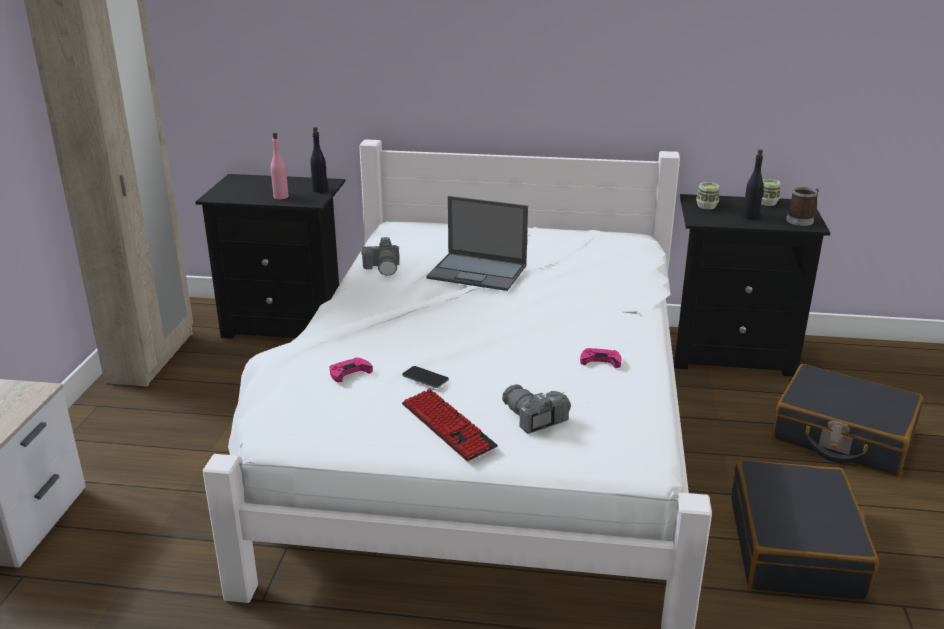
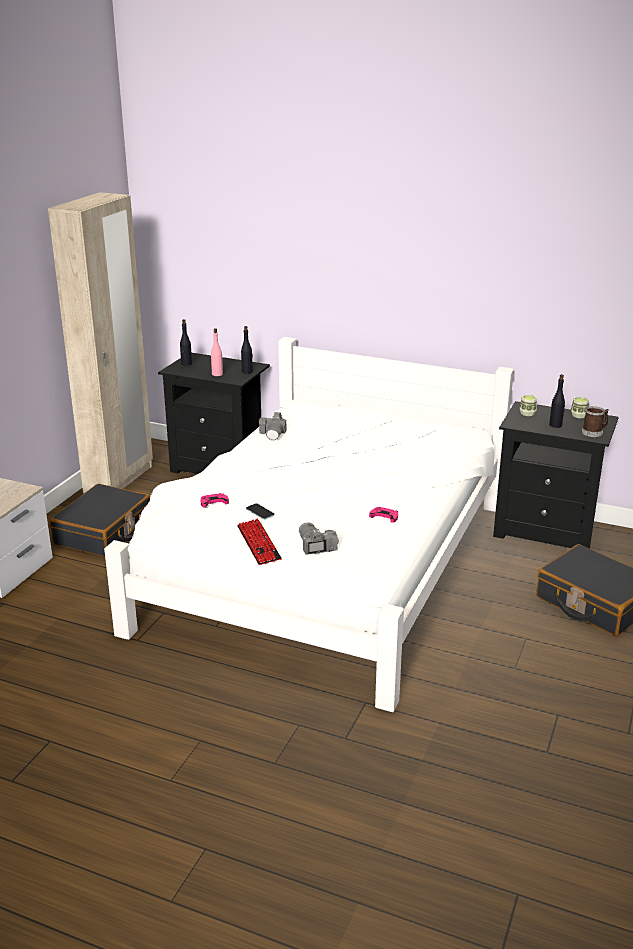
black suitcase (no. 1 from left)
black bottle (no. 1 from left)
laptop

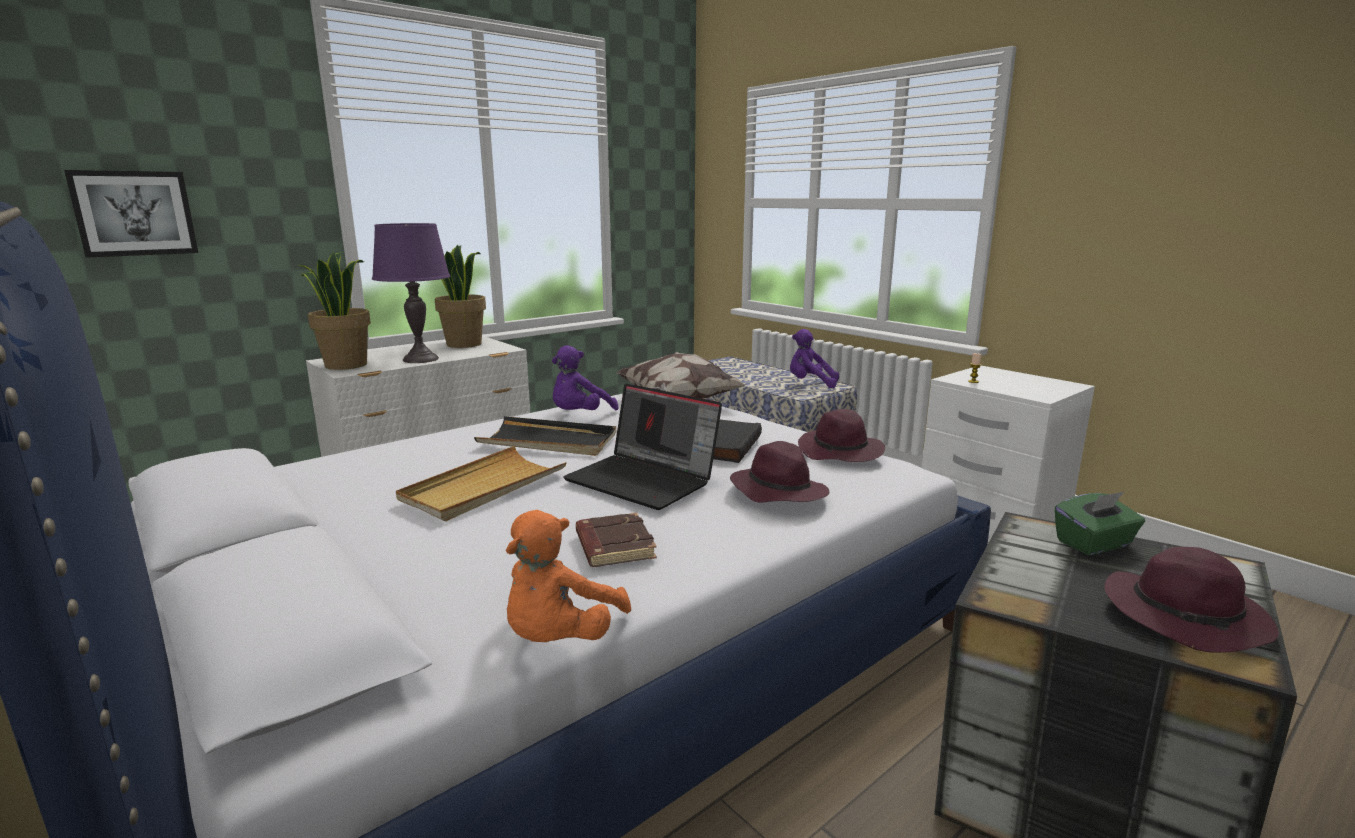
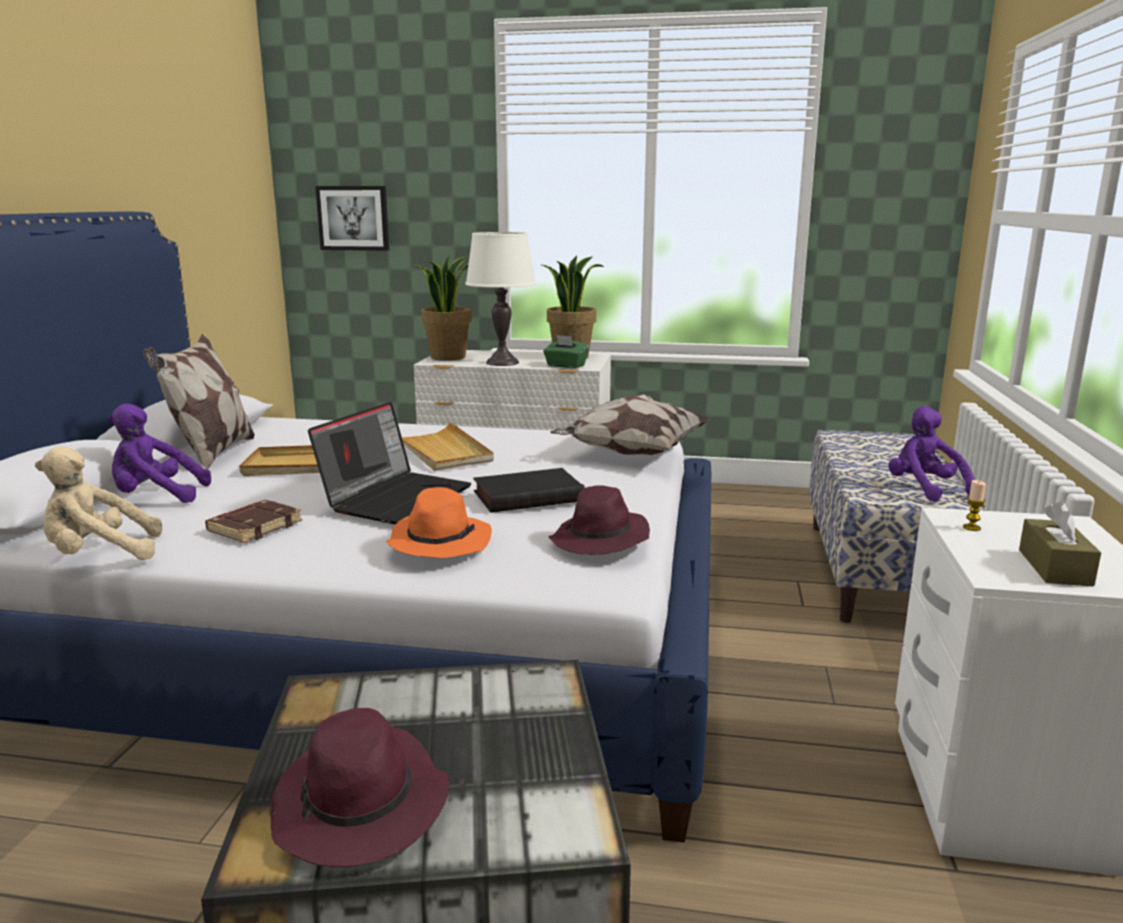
beige plush toy
purple plush toy (no. 1 from left)
pillow (no. 1 from left)
laptop
orange hat
beige tray (no. 2 from left)
white table lamp
green tissue box
brown tissue box

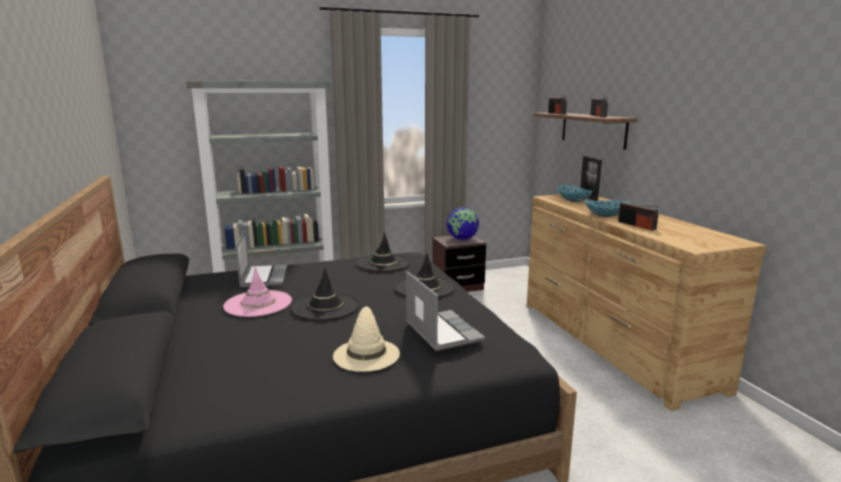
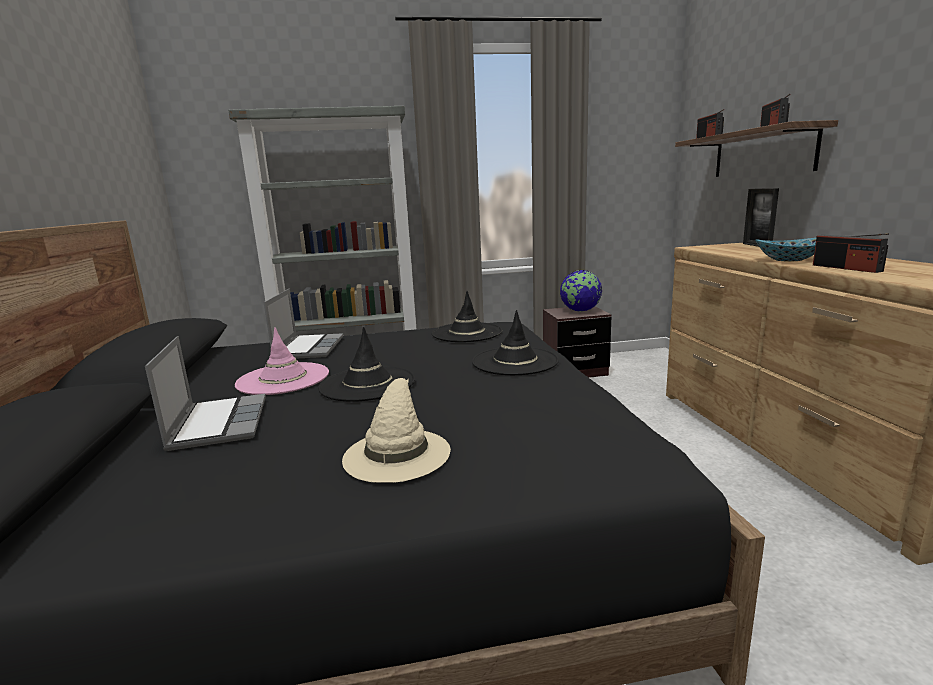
laptop (no. 1 from left)
bowl (no. 1 from left in the first image)

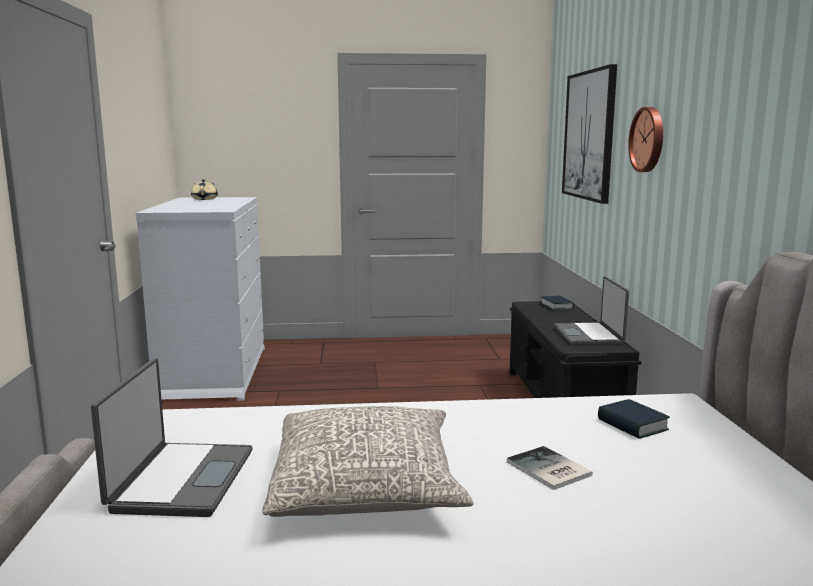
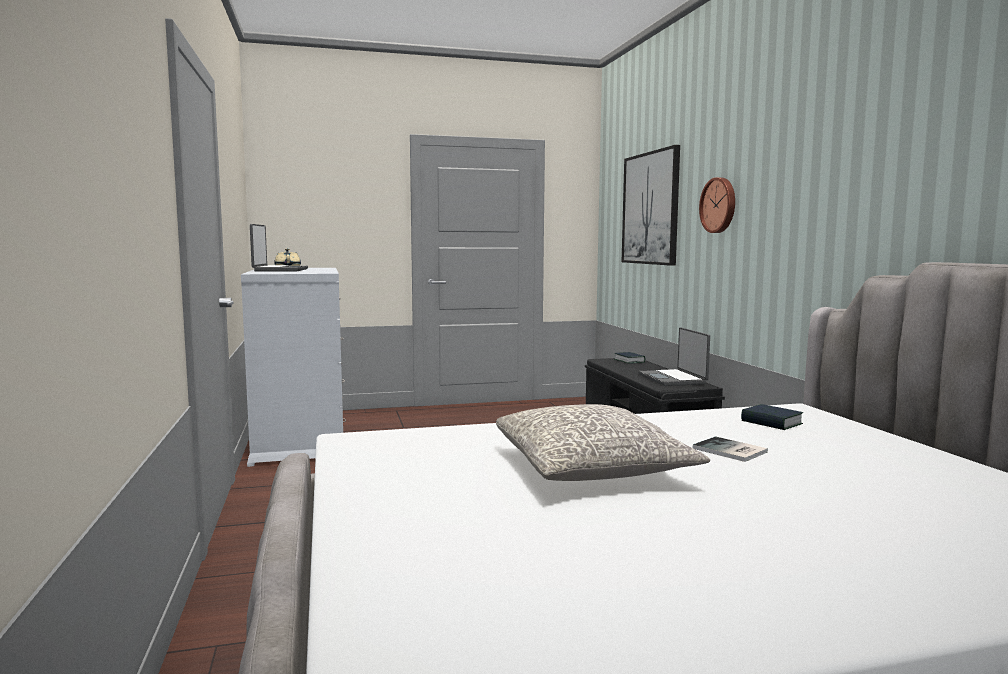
laptop (no. 1 from left)

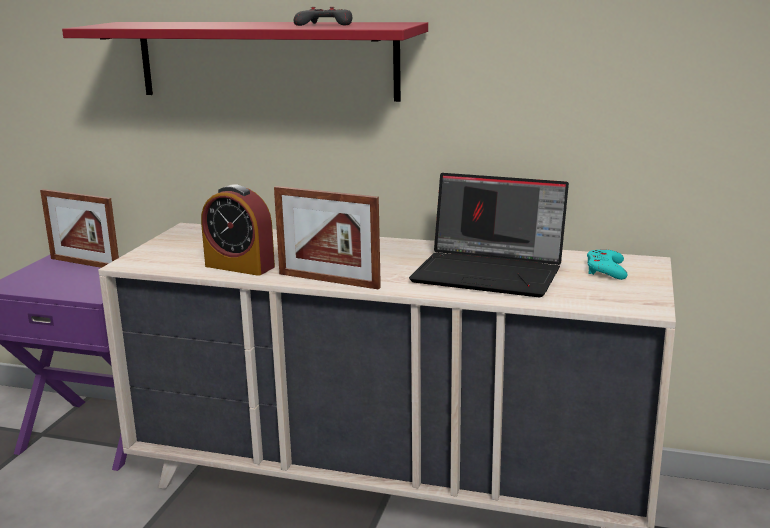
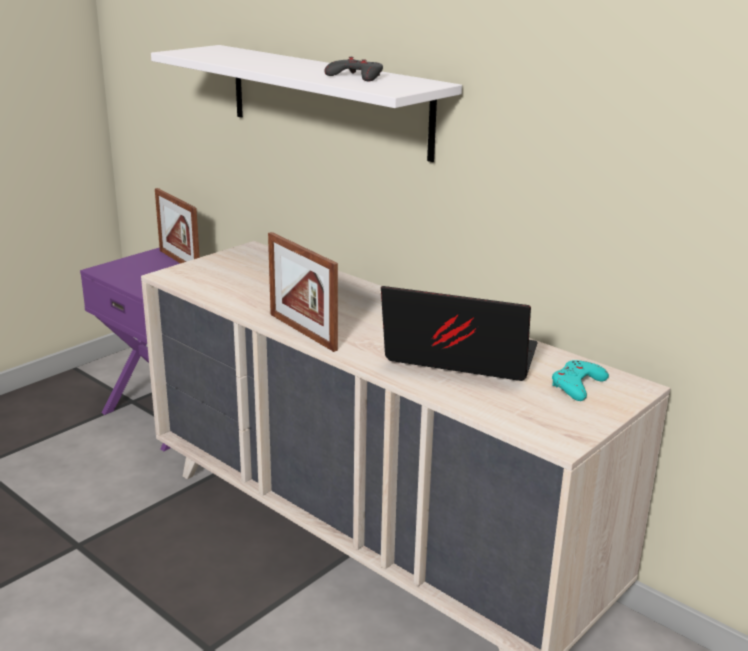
white shelf
laptop
alarm clock

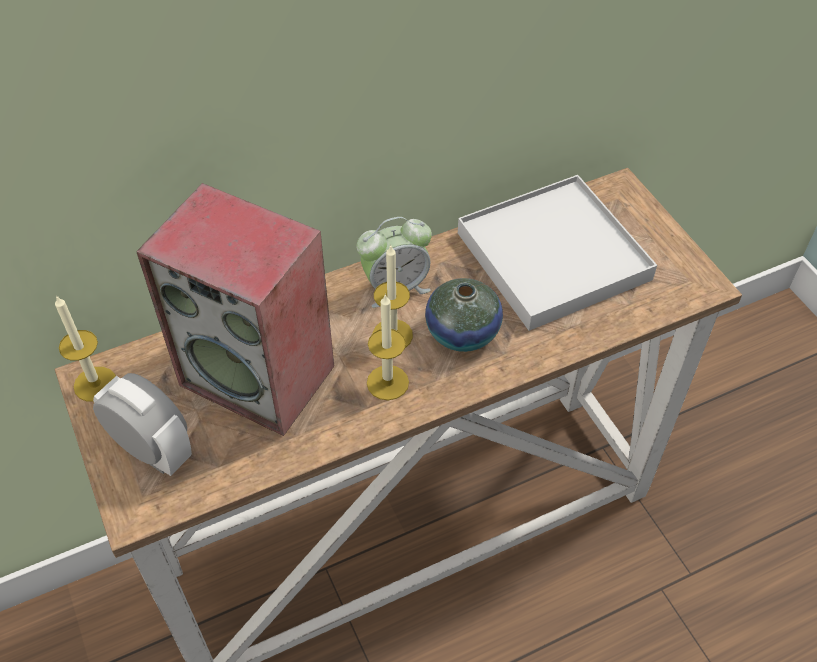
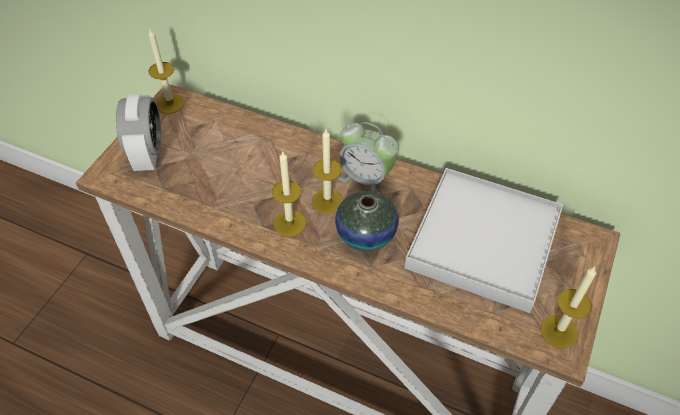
candle (no. 4 from left)
speaker

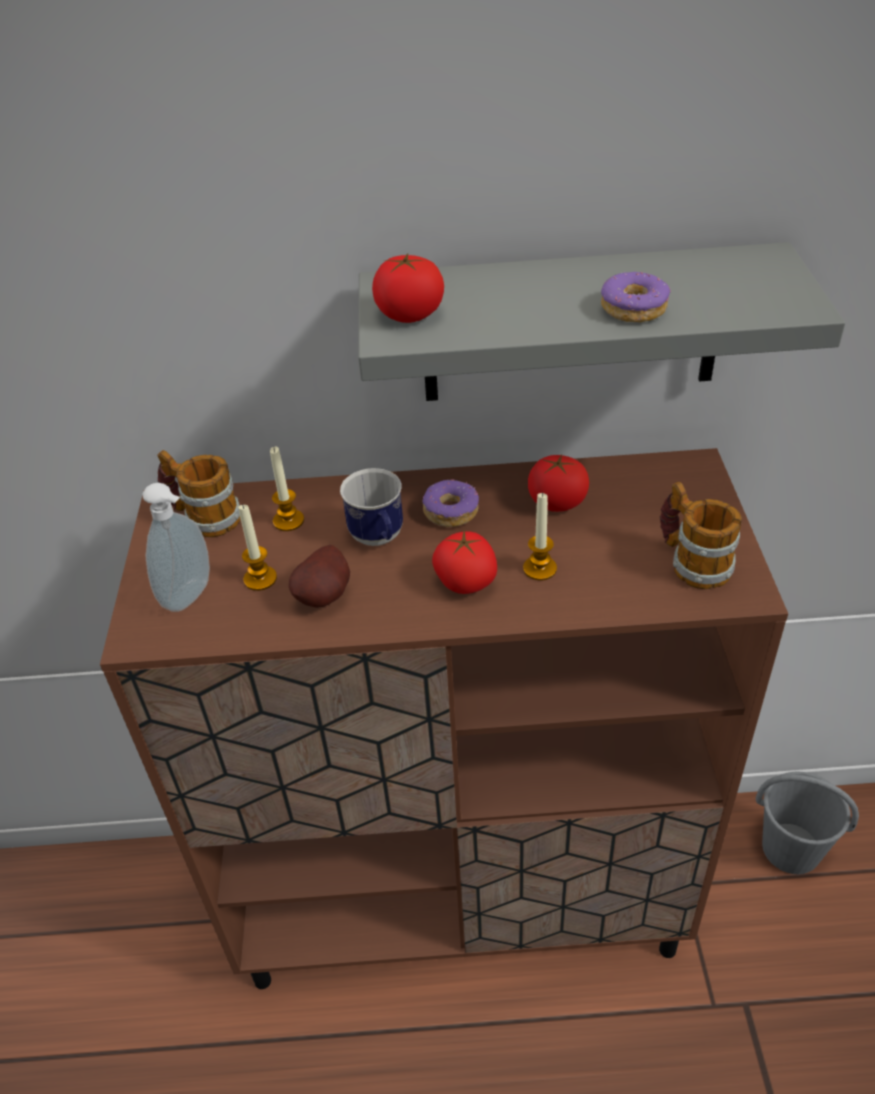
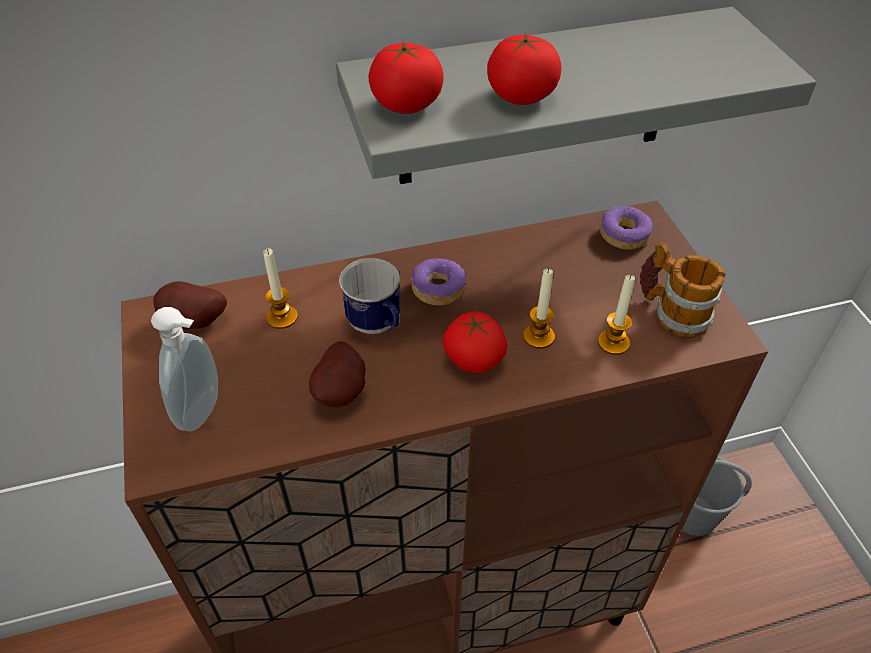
potato (no. 1 from left)
tomato (no. 3 from left)
candle (no. 3 from left)
donut (no. 2 from left)

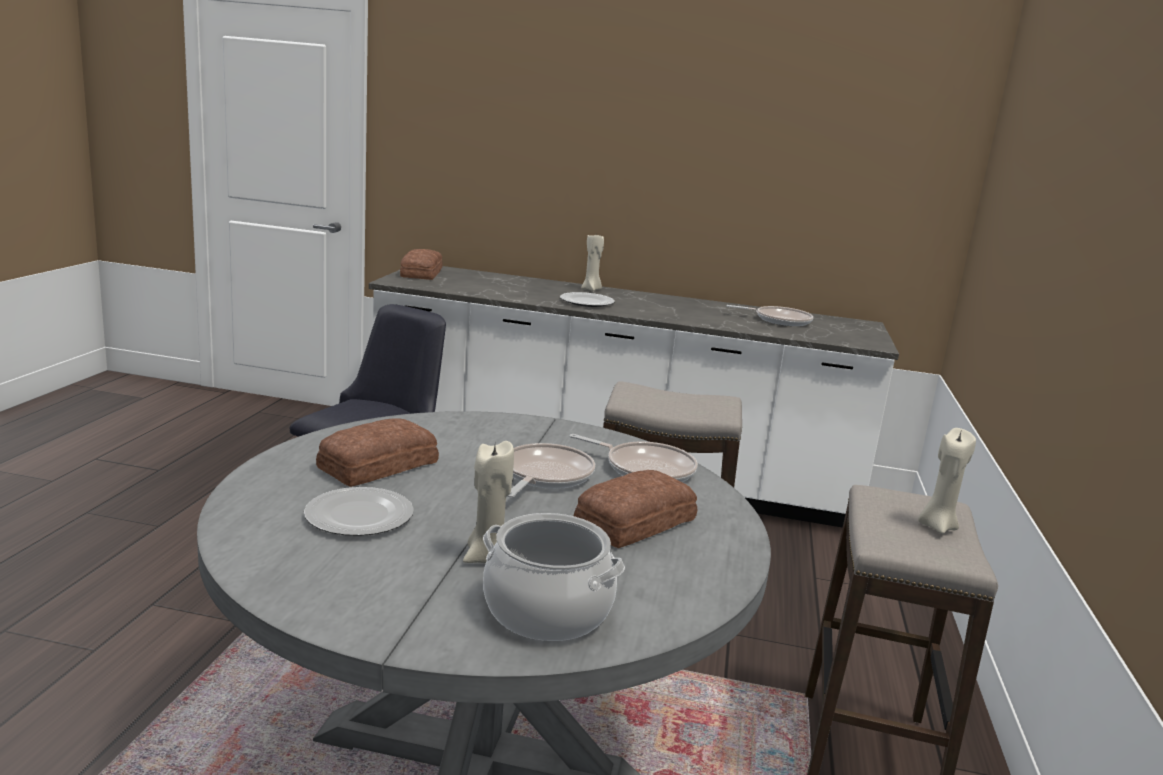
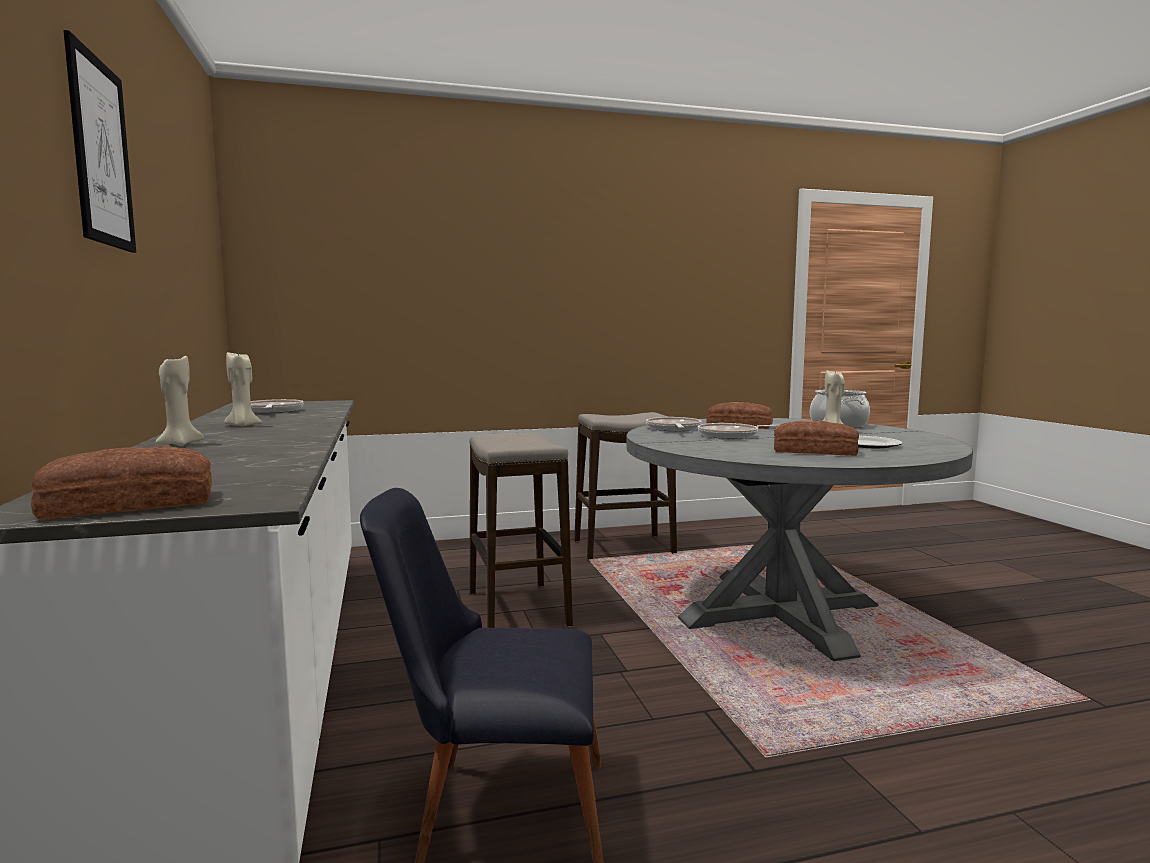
picture
beige candle (no. 2 from left)
plate (no. 2 from left in the first image)

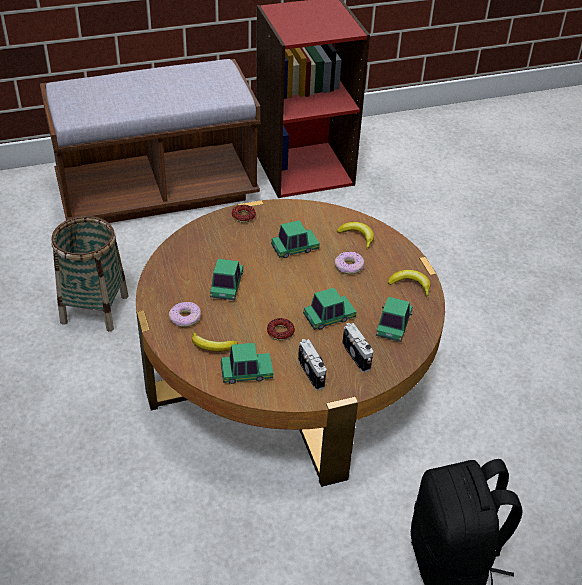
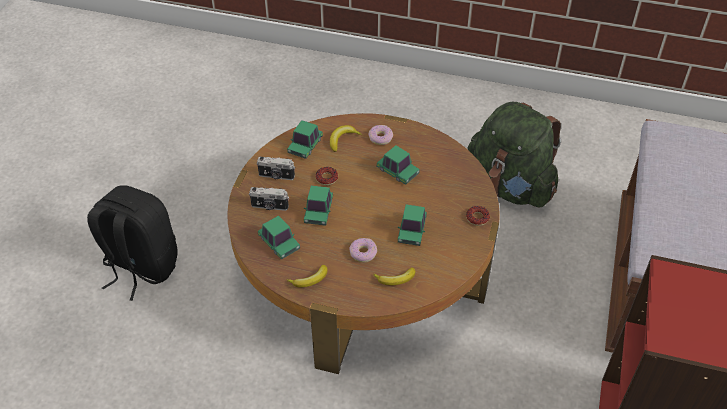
green backpack

